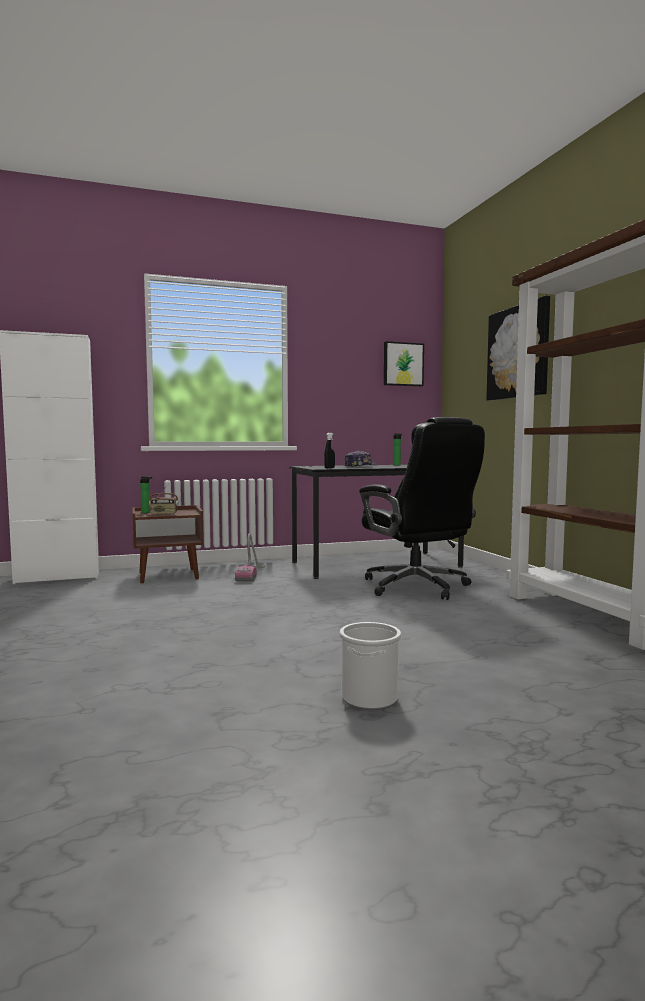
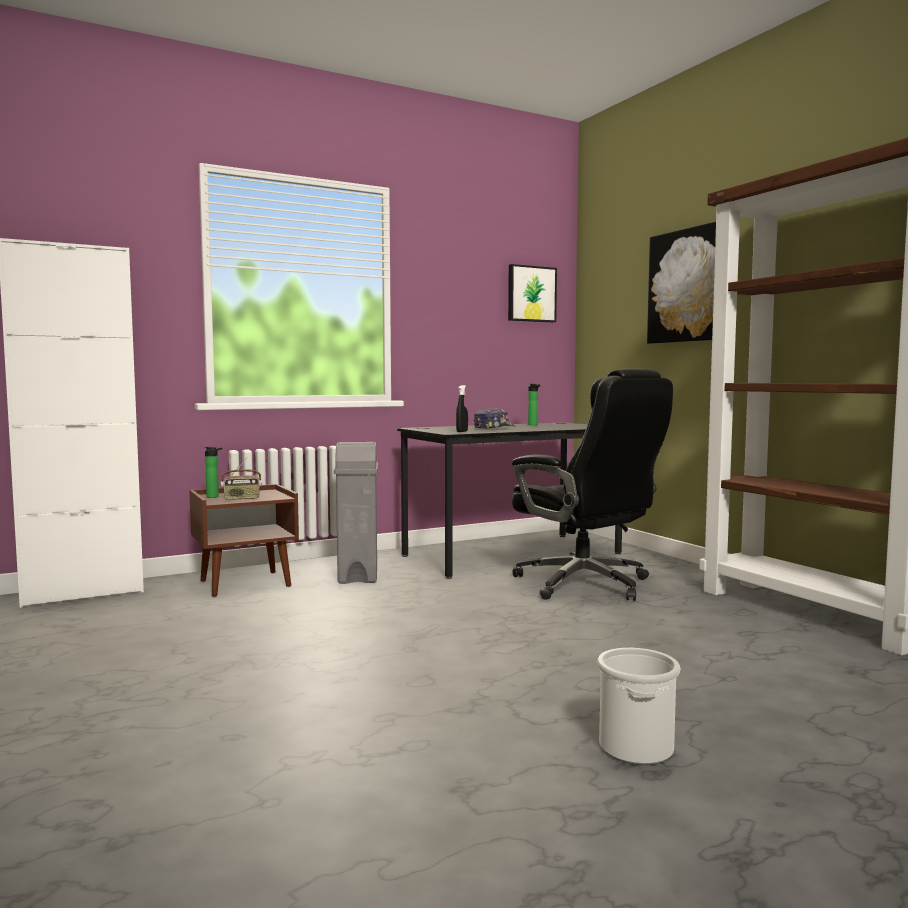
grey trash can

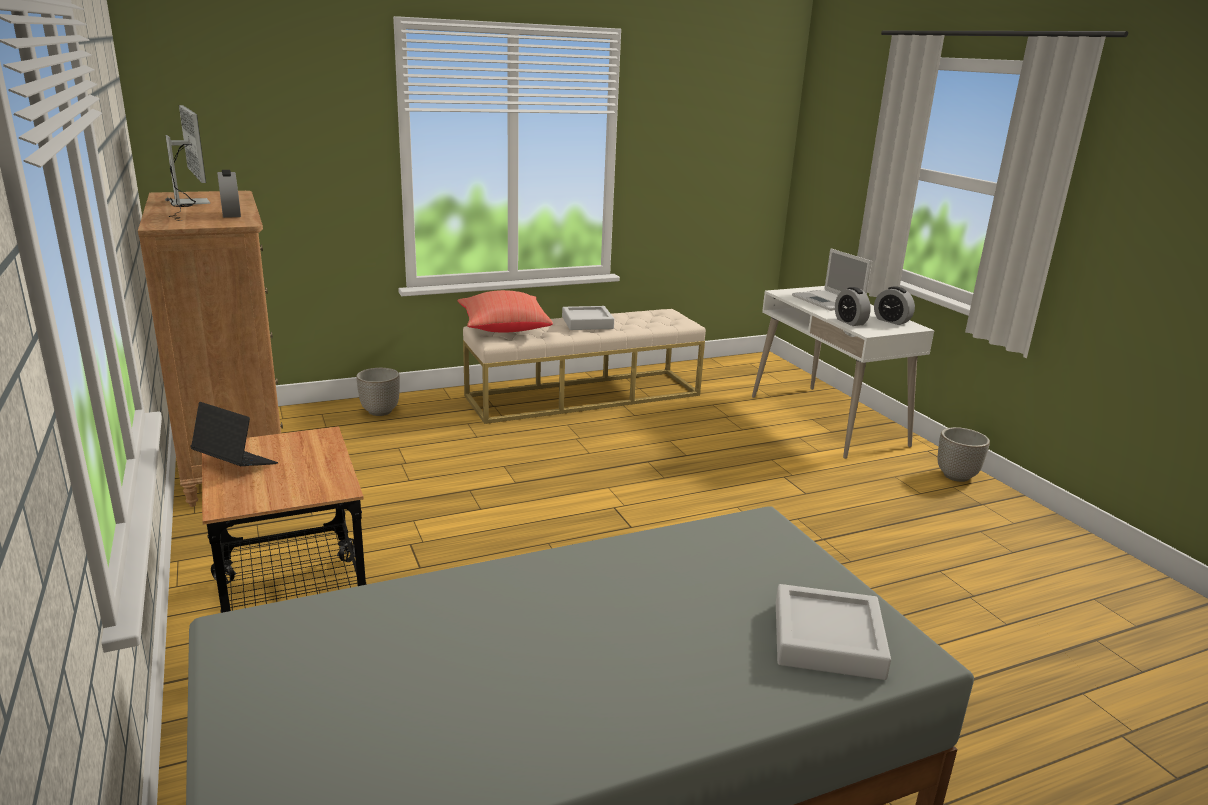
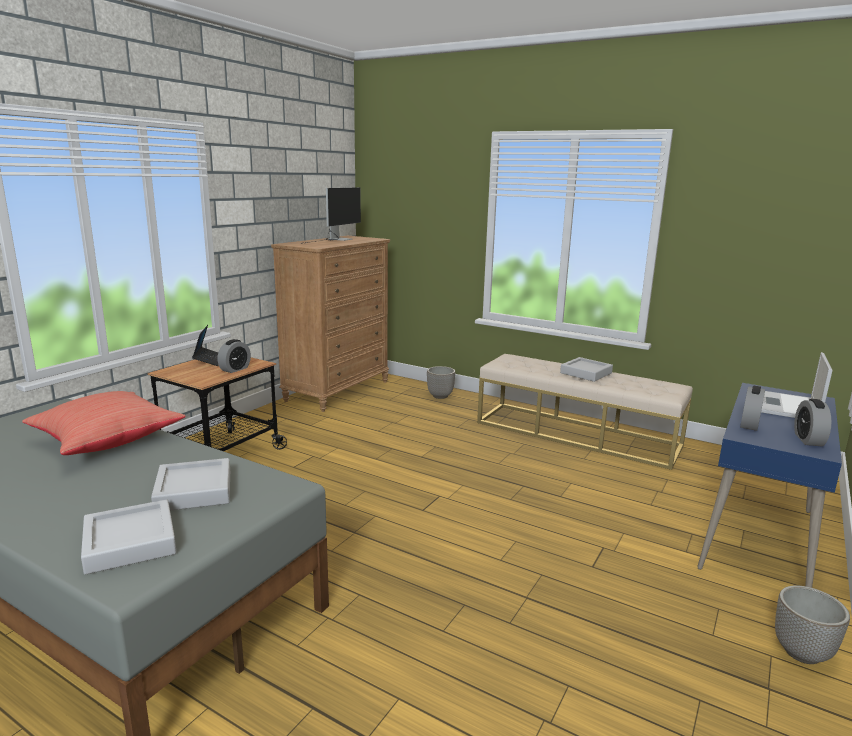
red pillow
grey tray (no. 2 from left)
alarm clock (no. 1 from left)
blue desk

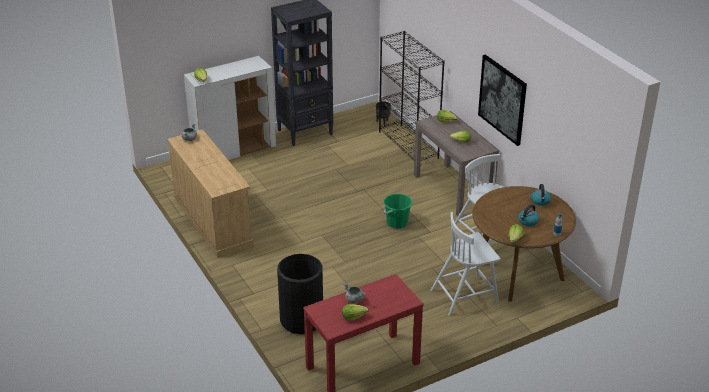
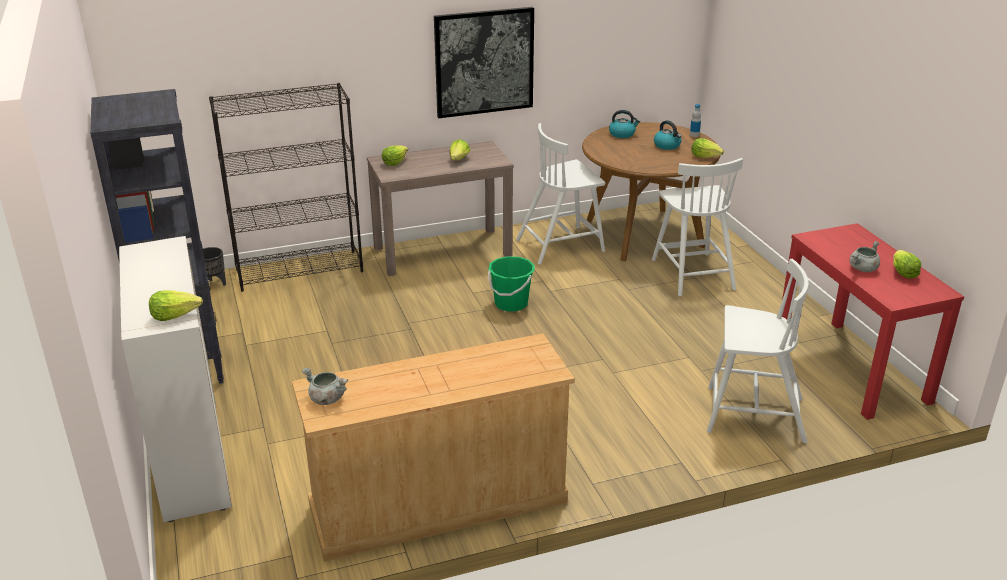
white chair (no. 3 from left)

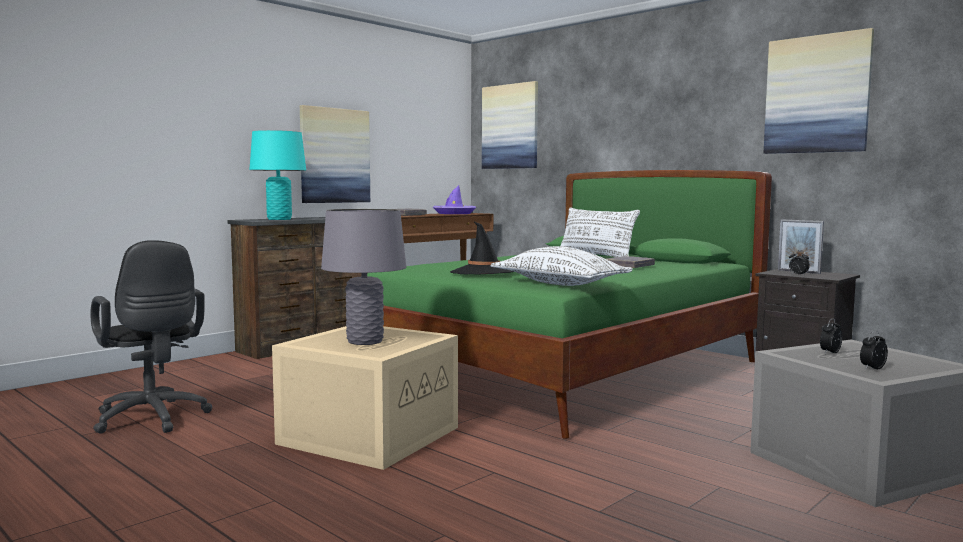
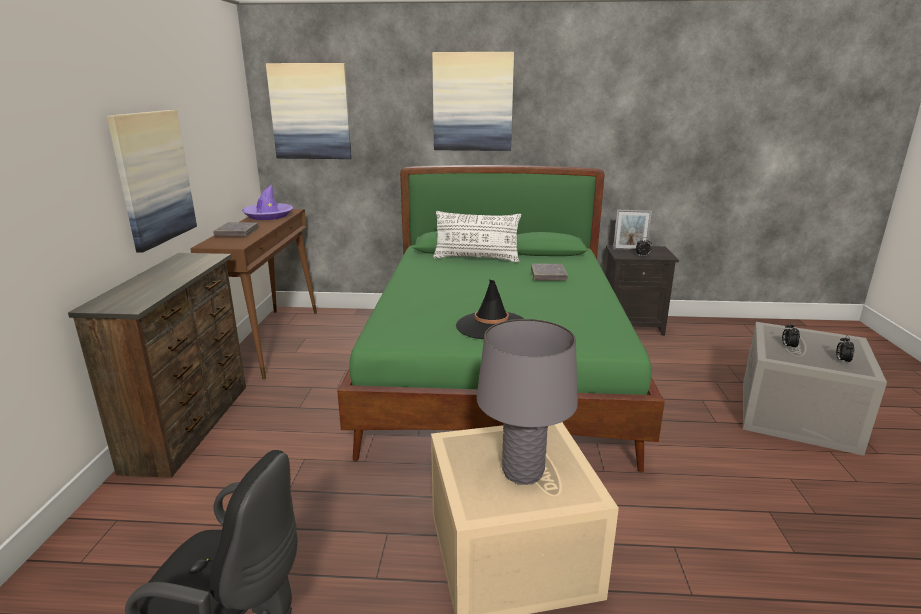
picture (no. 3 from left)
turquoise table lamp
white pillow (no. 1 from left in the first image)

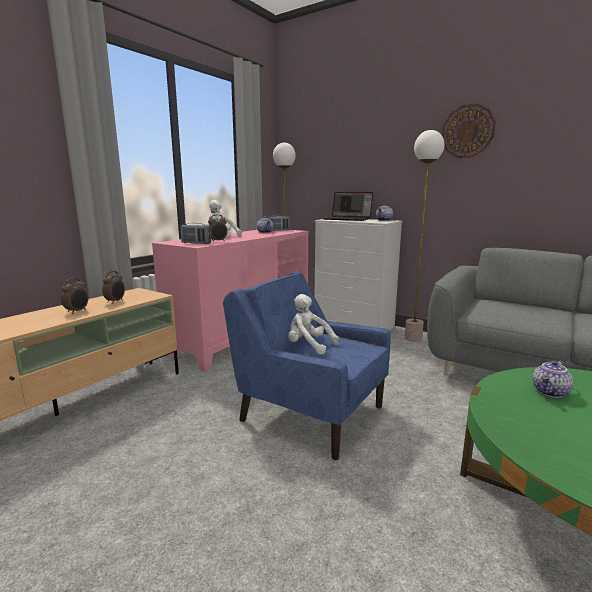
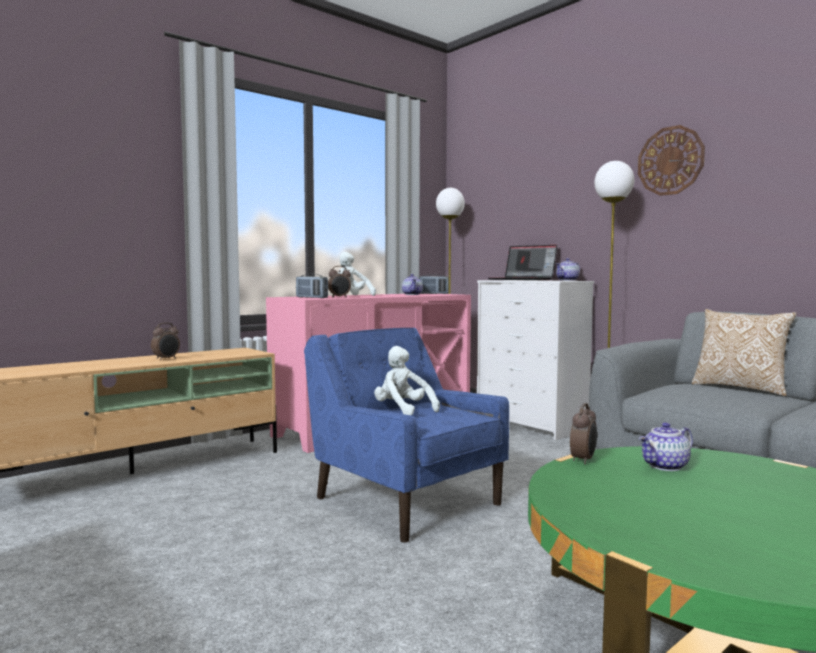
alarm clock (no. 3 from left)
pillow

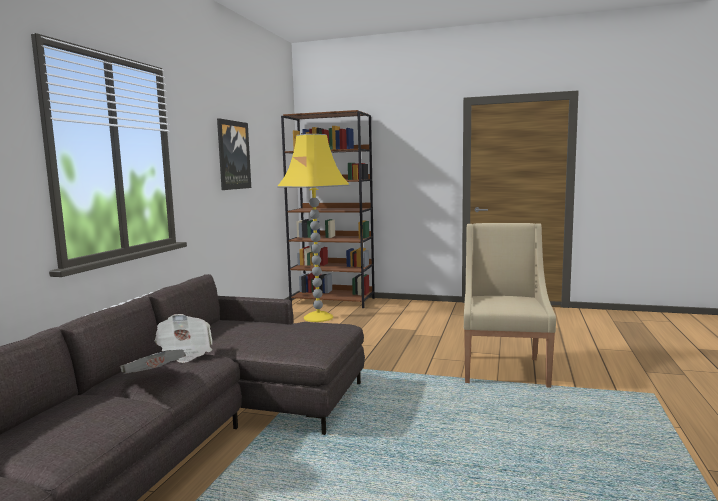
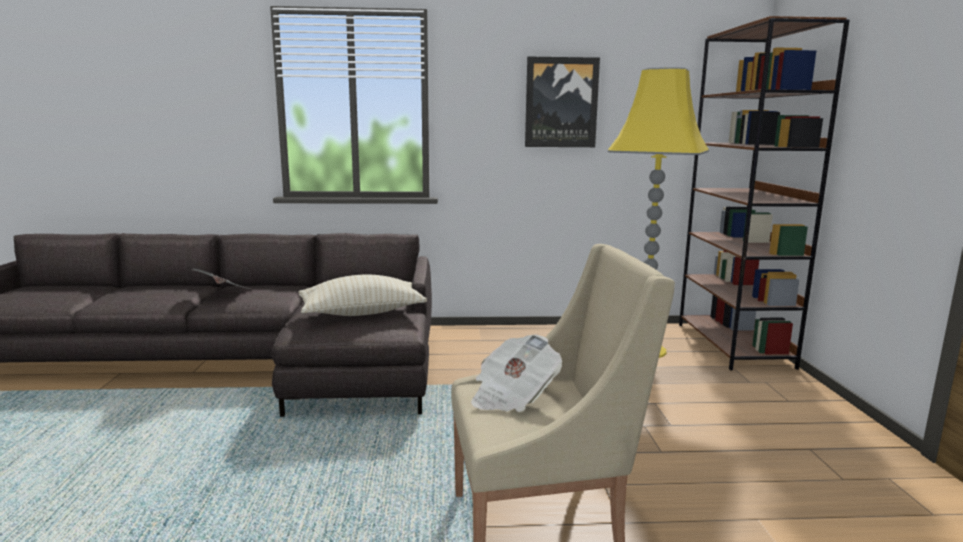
beige pillow
newspaper (no. 2 from left)

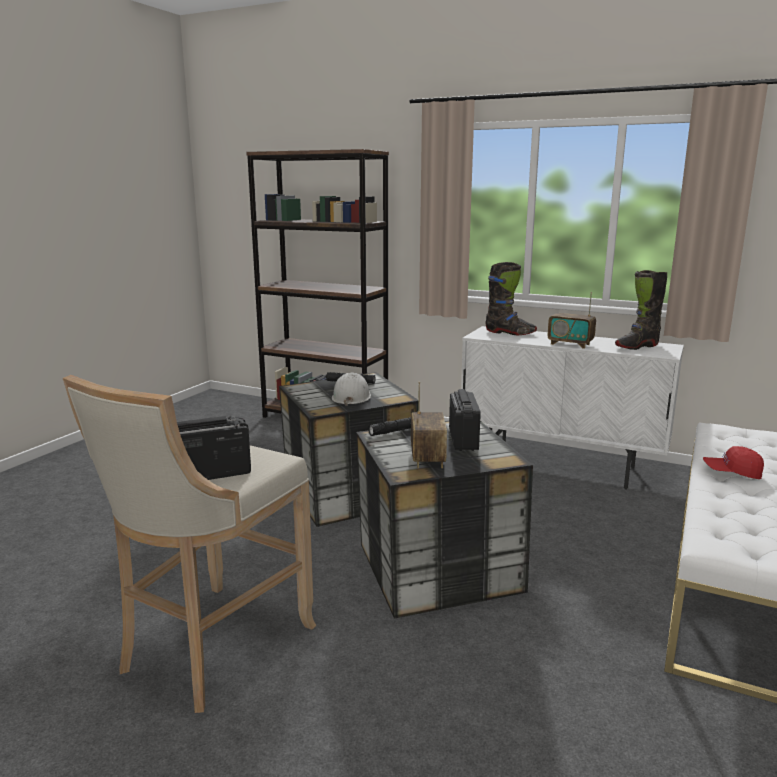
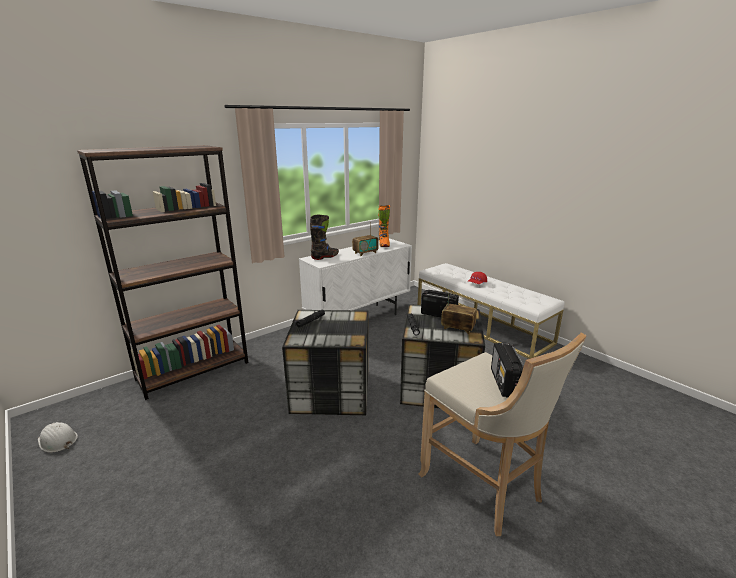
white hard hat
orange boot

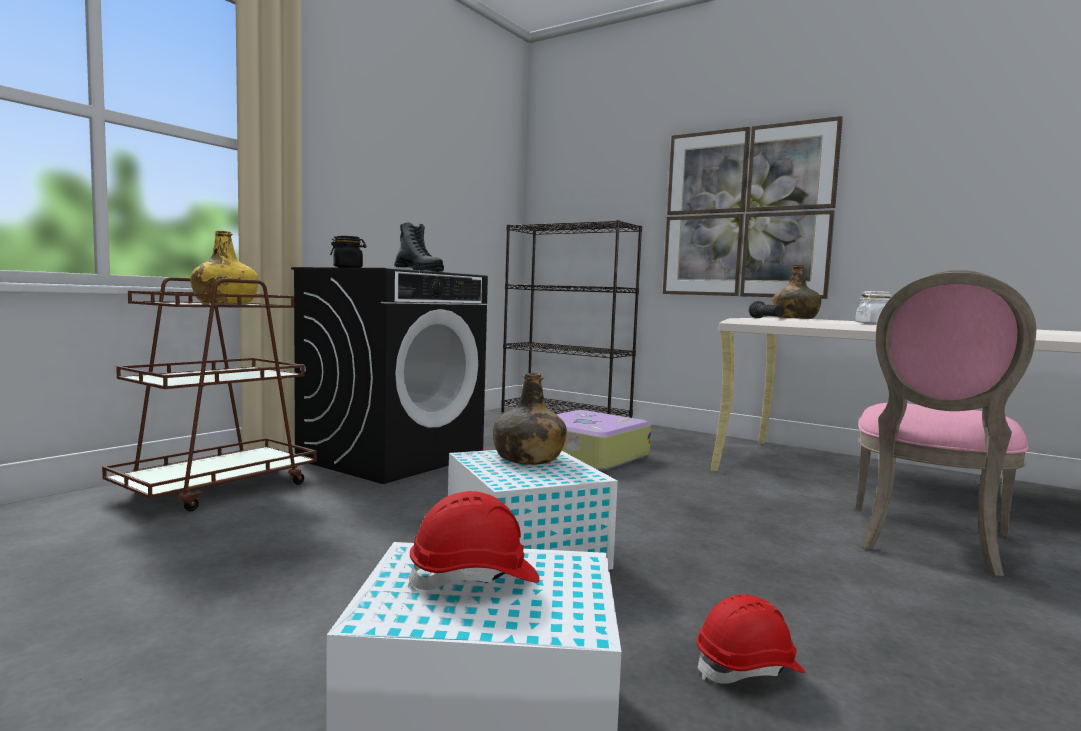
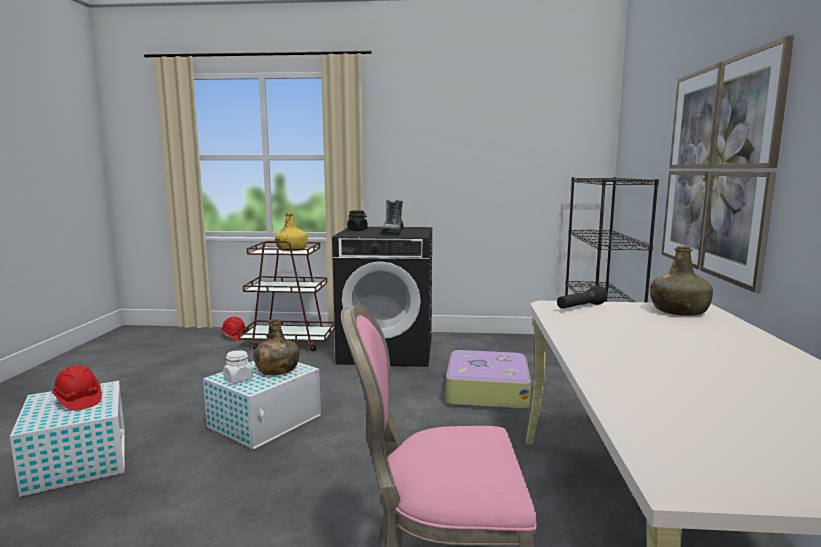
red hard hat (no. 2 from left)
white jar

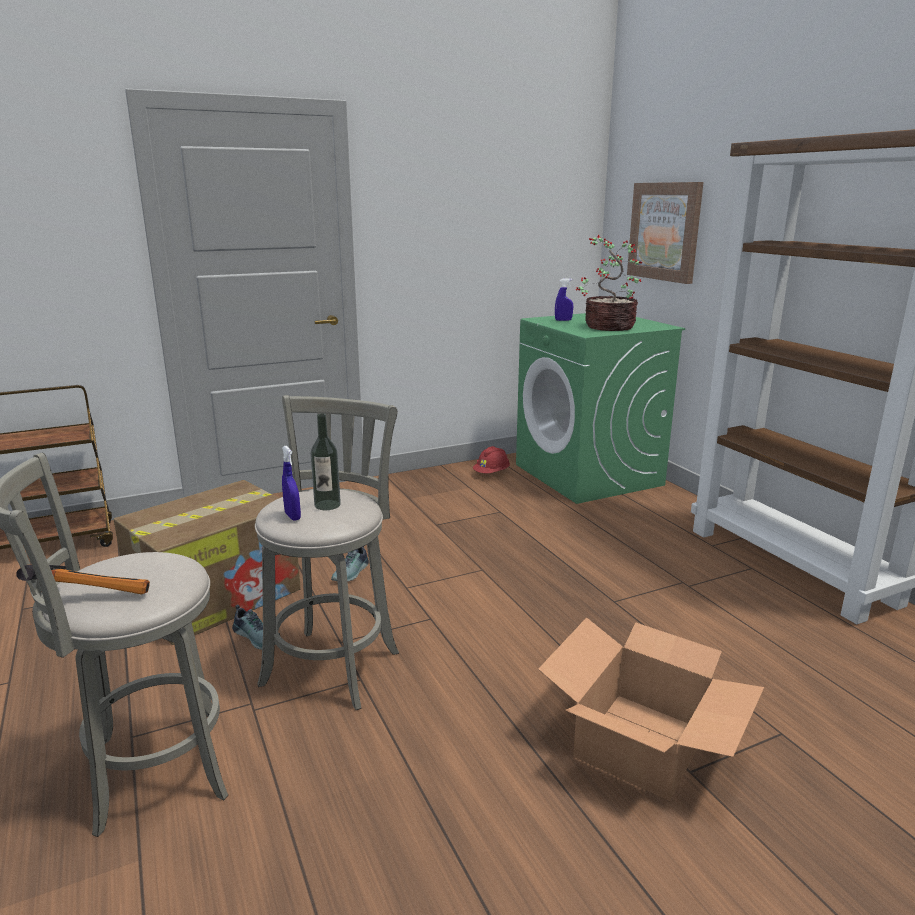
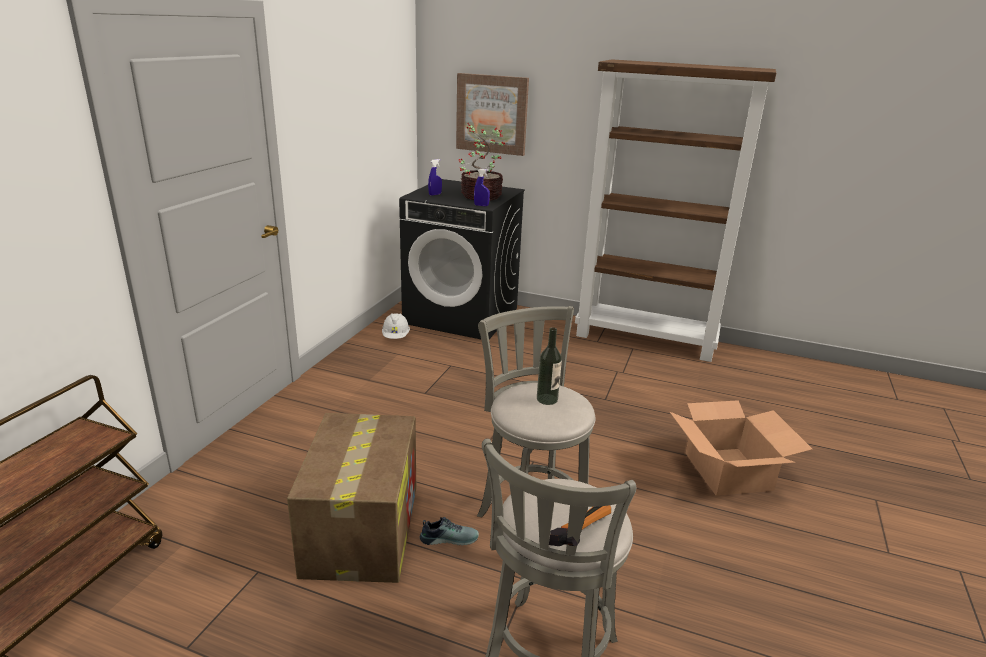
white hard hat
black washing machine
blue spray bottle (no. 2 from left)
shoe (no. 2 from left in the first image)

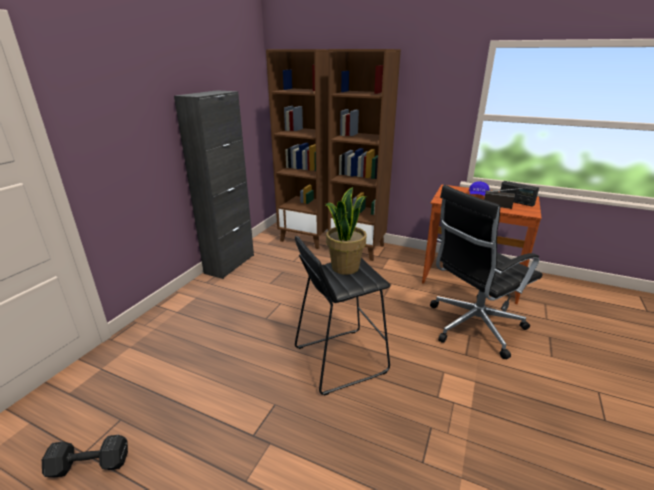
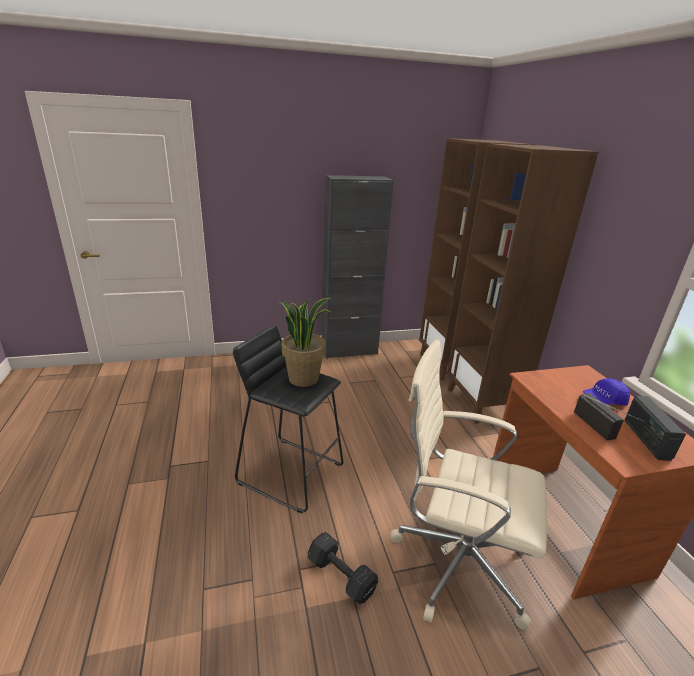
black dumbbell
beige office chair

